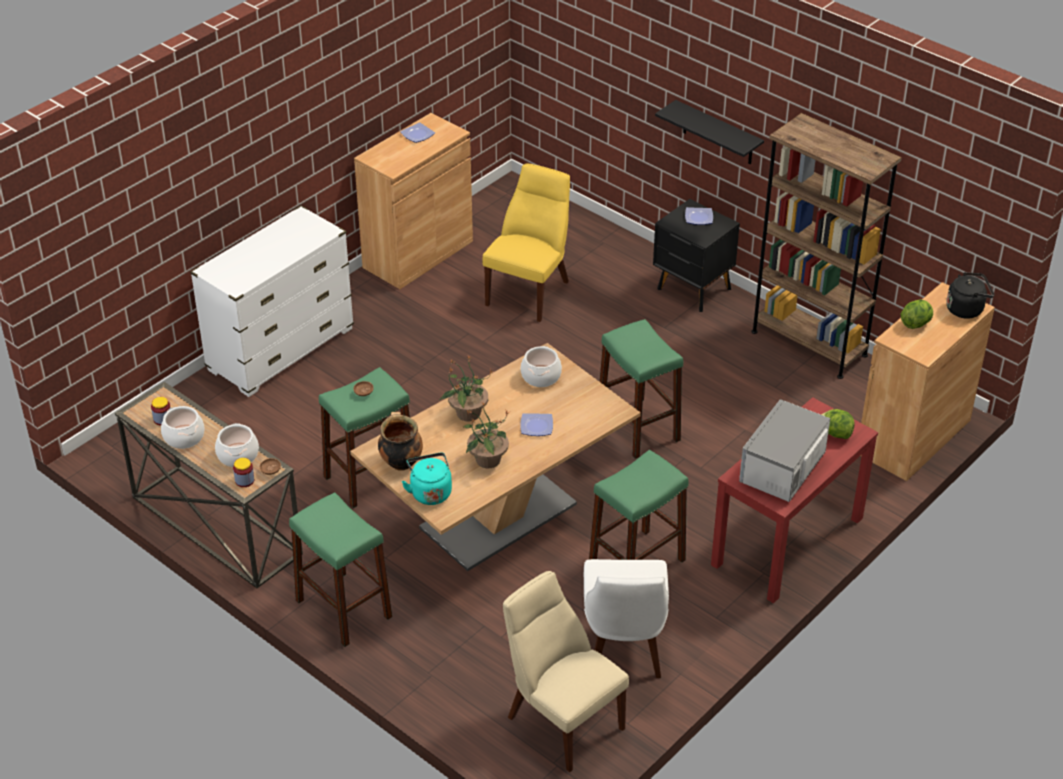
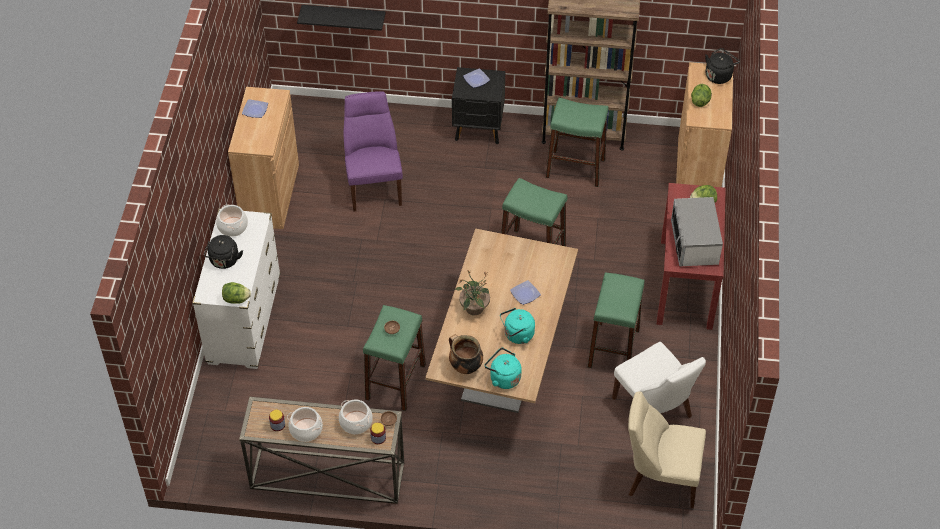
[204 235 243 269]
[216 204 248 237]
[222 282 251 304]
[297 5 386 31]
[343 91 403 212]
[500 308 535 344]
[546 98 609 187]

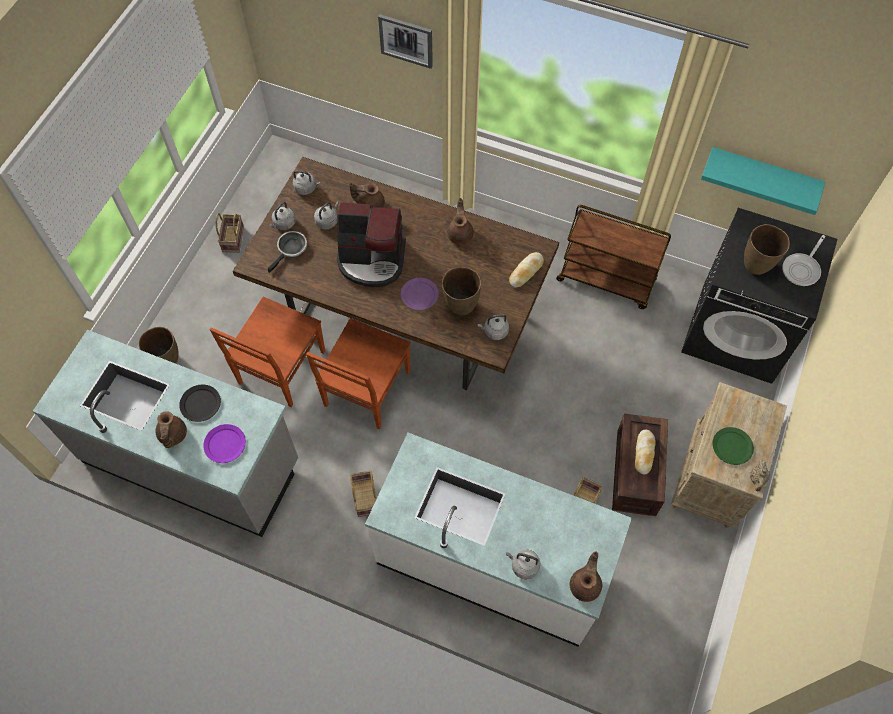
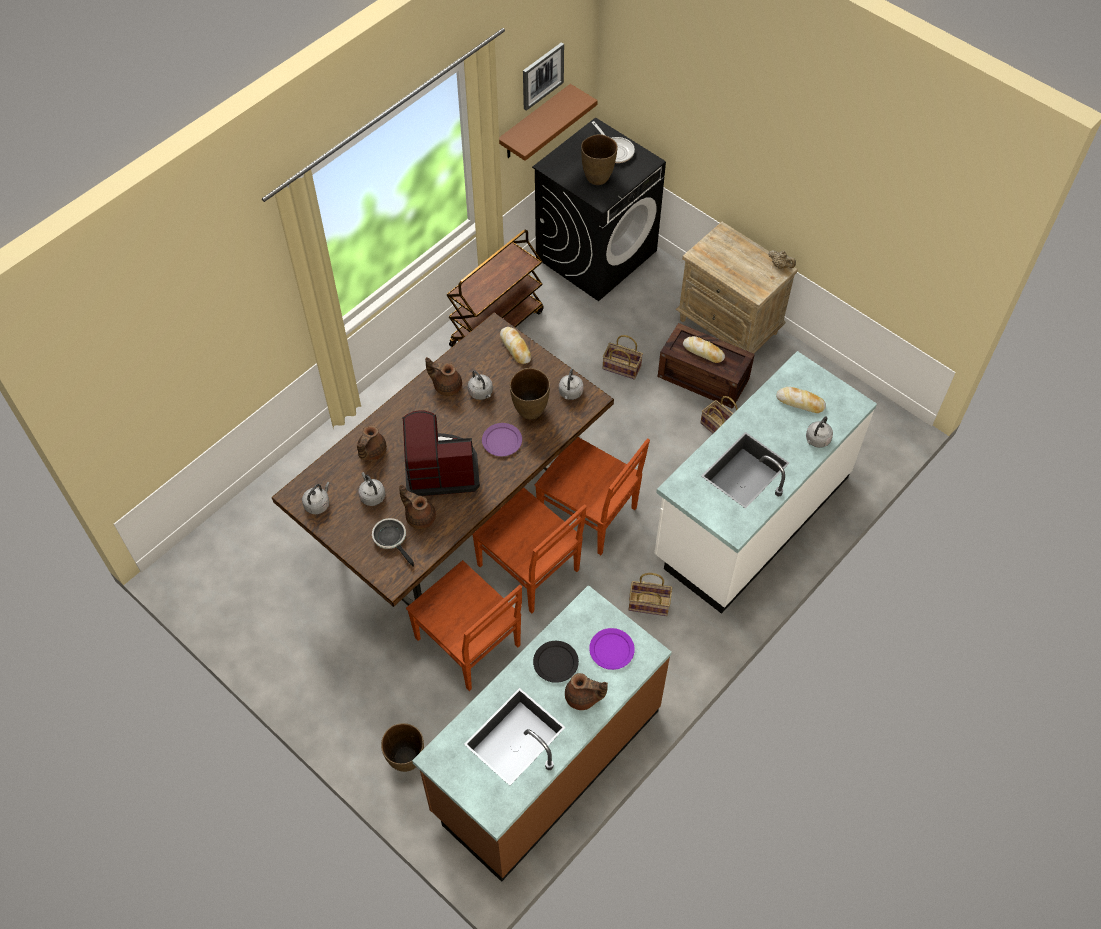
[399 485 436 529]
[402 410 480 496]
[412 585 672 882]
[468 370 493 400]
[499 84 598 161]
[523 42 564 111]
[535 437 650 555]
[603 335 643 380]
[776 387 826 413]
[713 427 754 465] (first image)

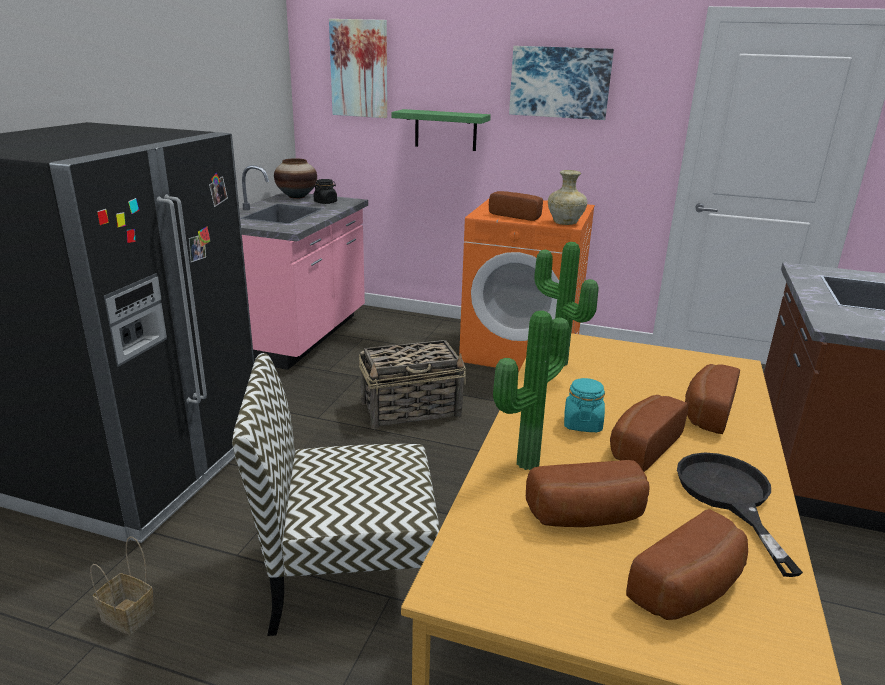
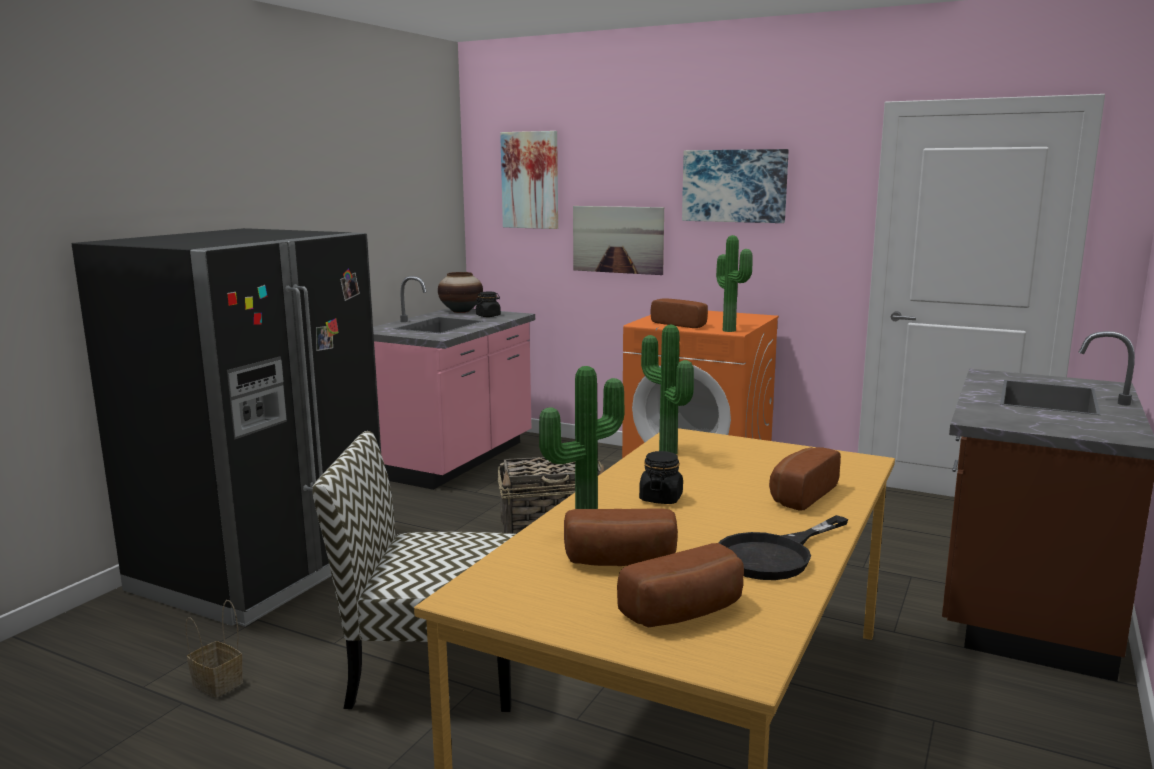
[573 206 664 275]
[639 451 683 504]
[716 235 753 332]
[719 515 849 580]
[610 395 688 472] (first image)

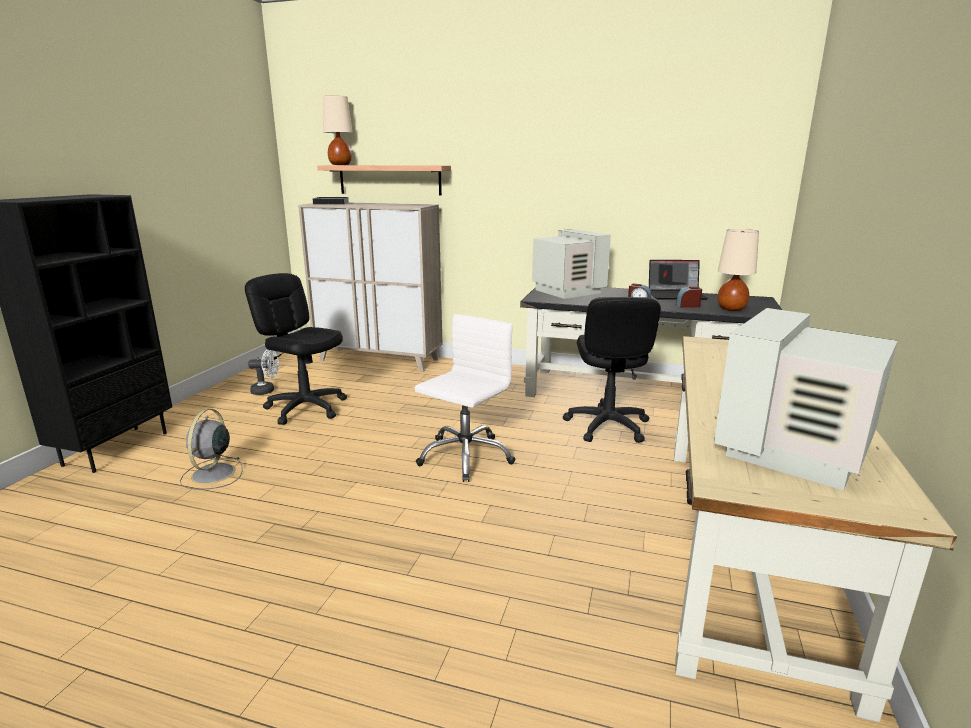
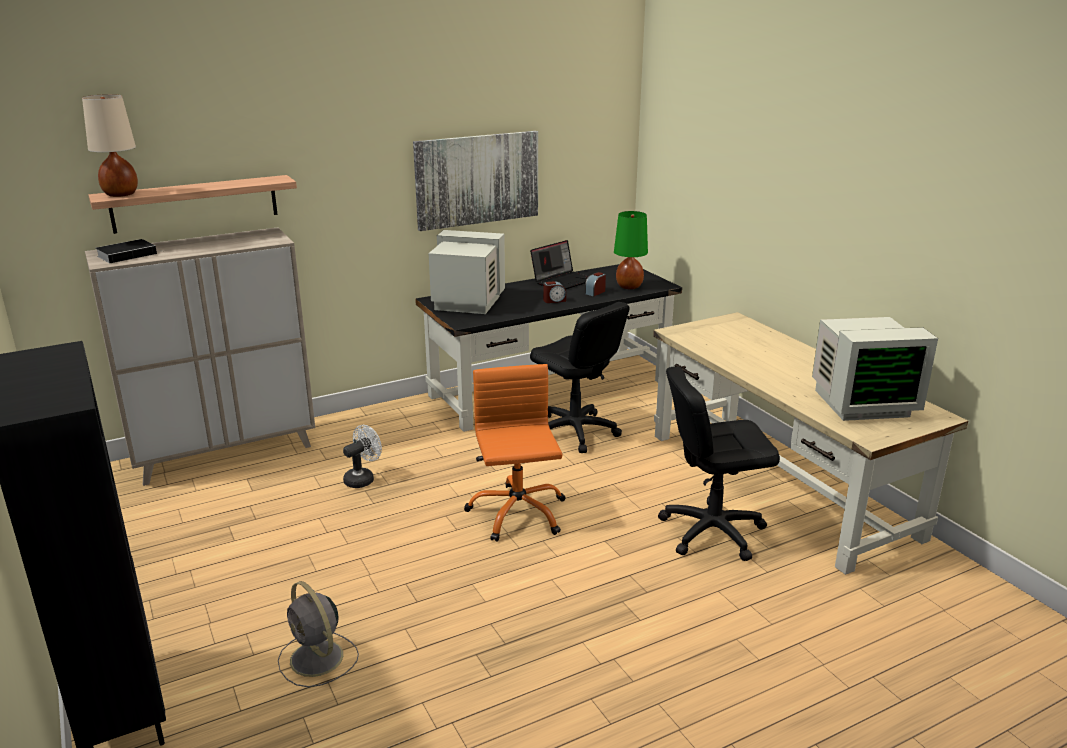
[343 425 382 488]
[413 131 538 231]
[464 364 565 542]
[614 211 648 289]
[658 367 780 561]
[812 317 938 421]

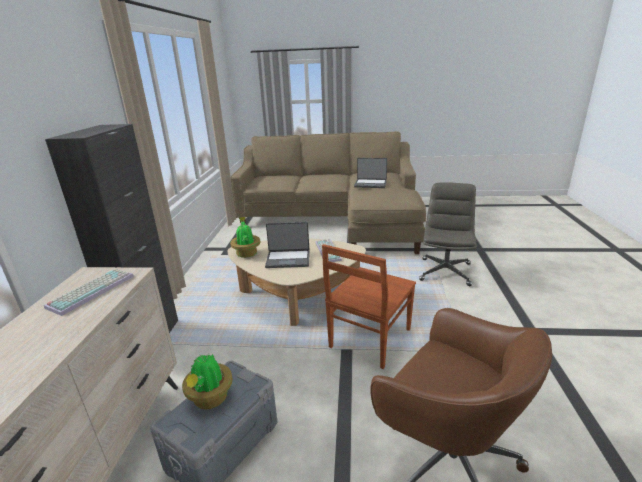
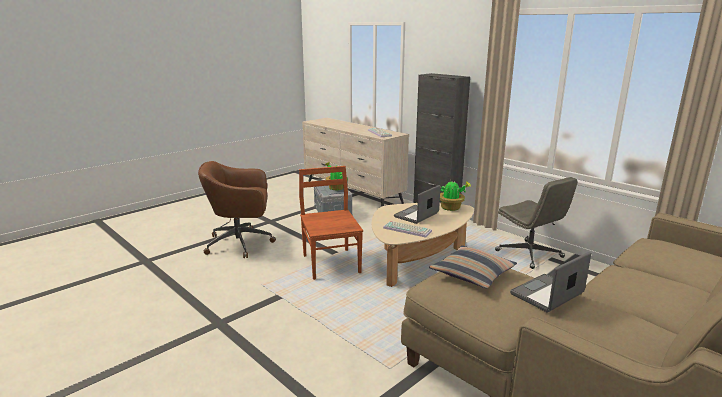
[429 246 517 288]
[495 177 577 269]

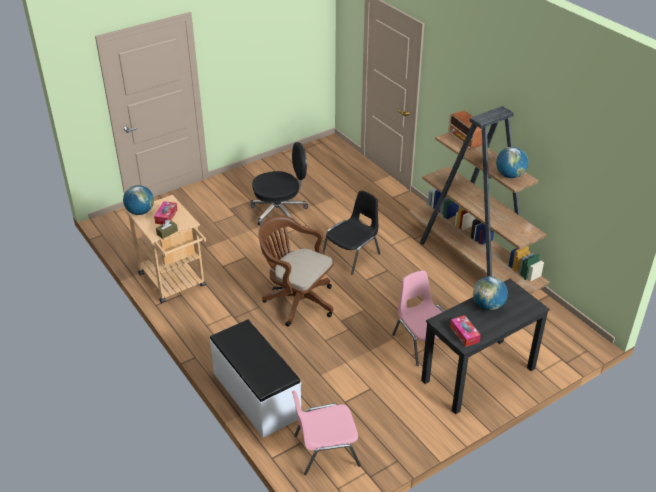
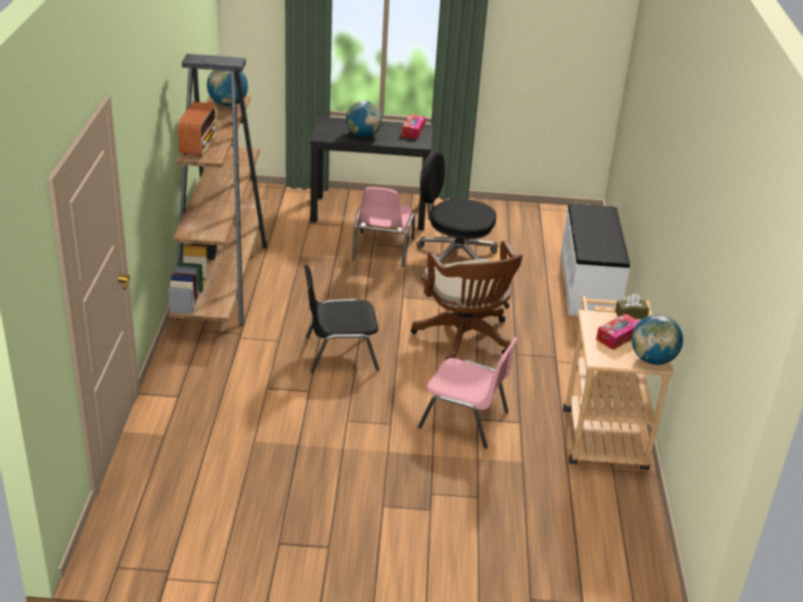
[417 152 498 266]
[418 337 518 449]

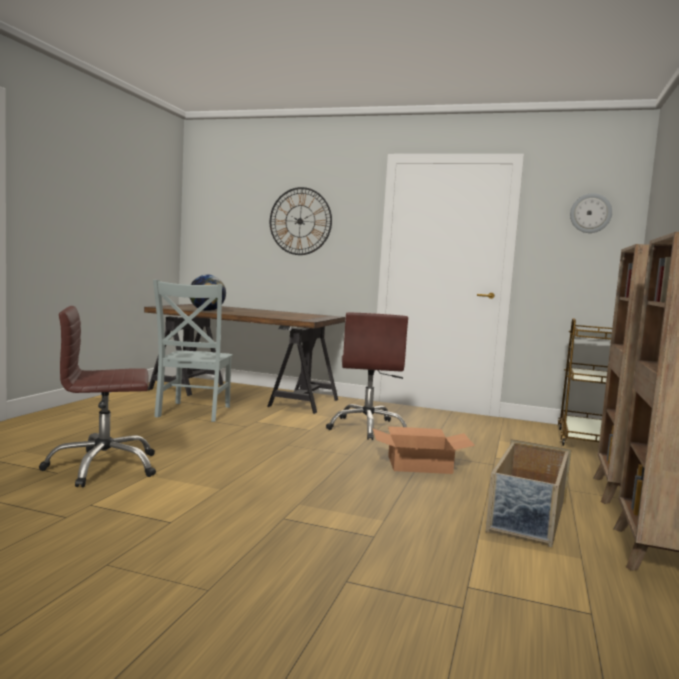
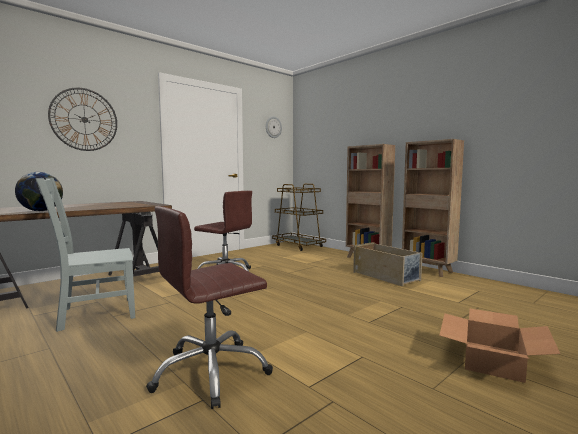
[35 178 135 332]
[146 206 273 409]
[439 309 560 383]

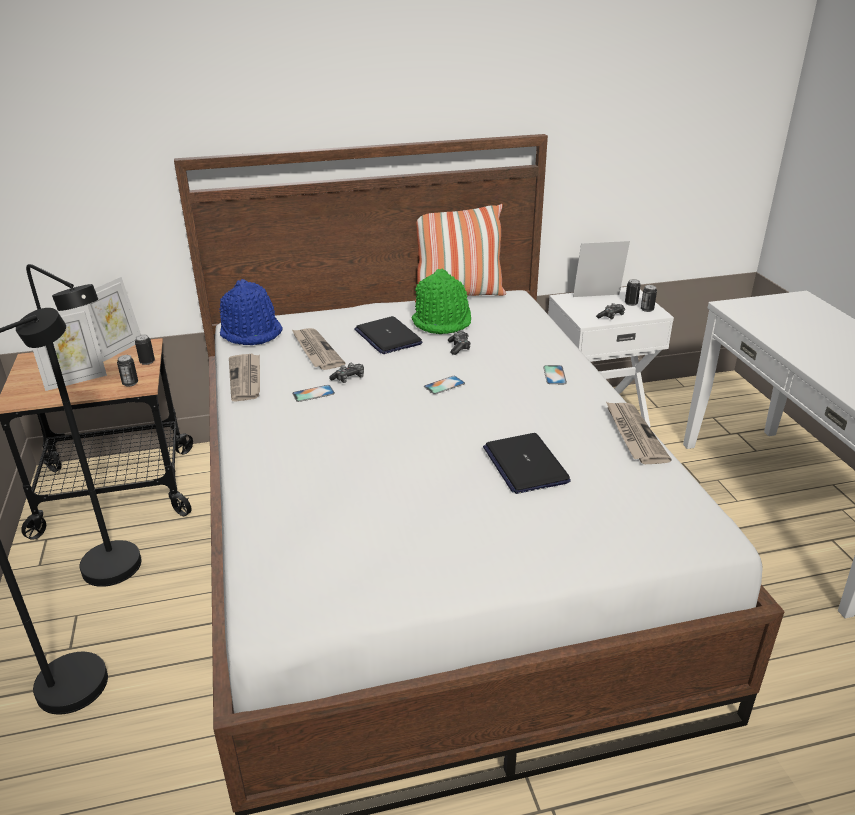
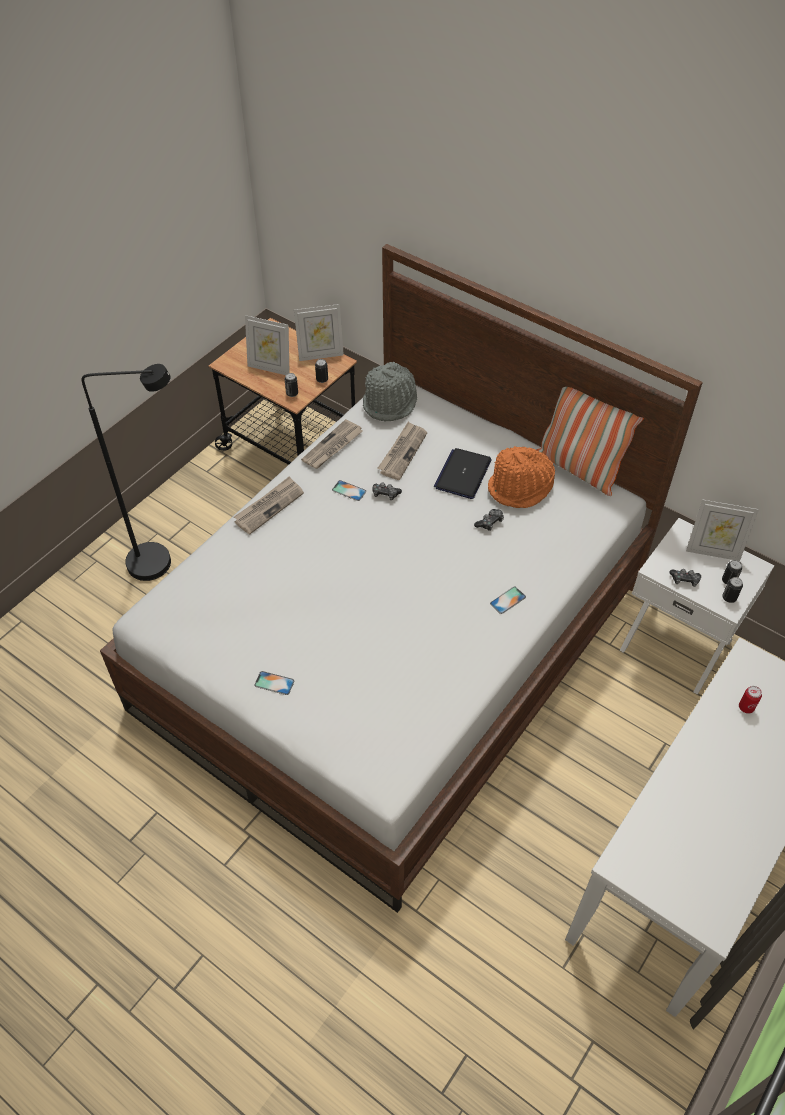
[234 476 304 535]
[254 671 295 695]
[363 362 417 422]
[488 446 555 508]
[686 499 759 561]
[739 686 762 714]
[26 264 141 587] (first image)
[483 433 571 494] (first image)

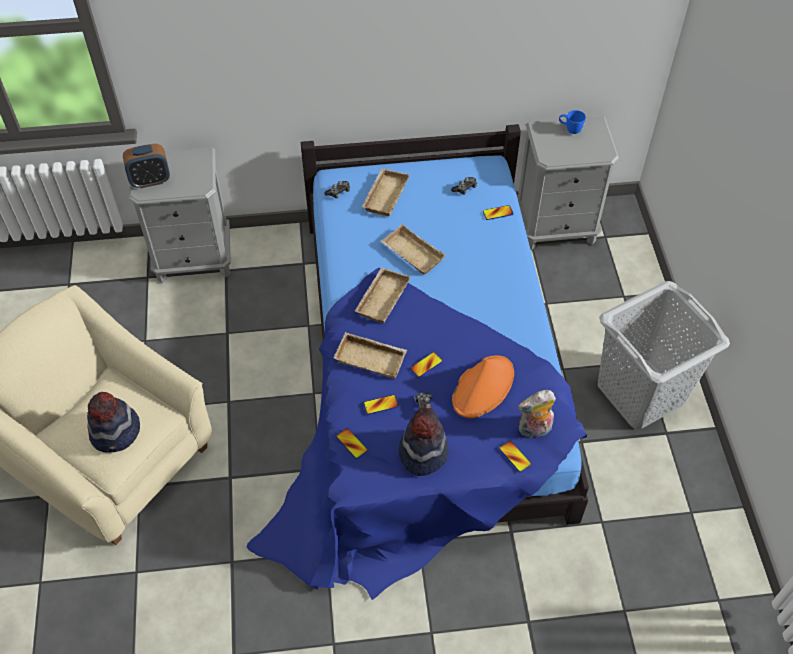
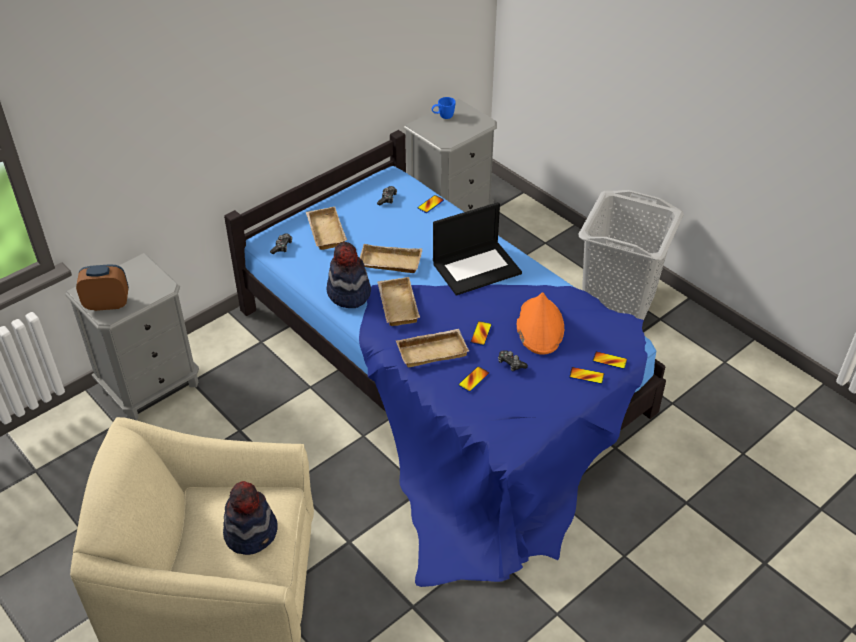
[76 264 129 311]
[327 242 371 308]
[433 202 522 295]
[569 367 604 384]
[518 390 556 438] (first image)

